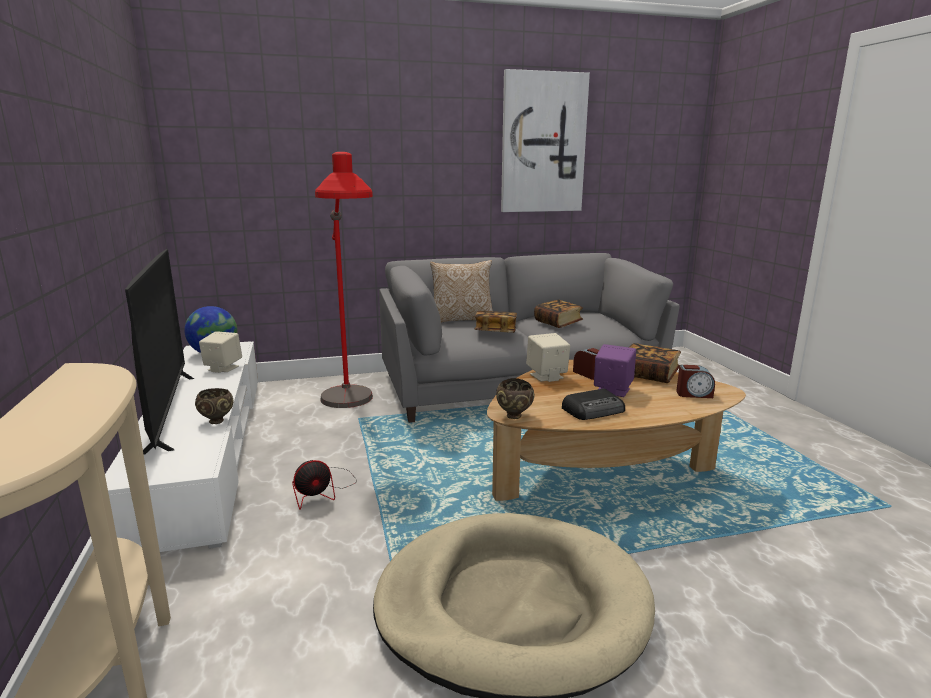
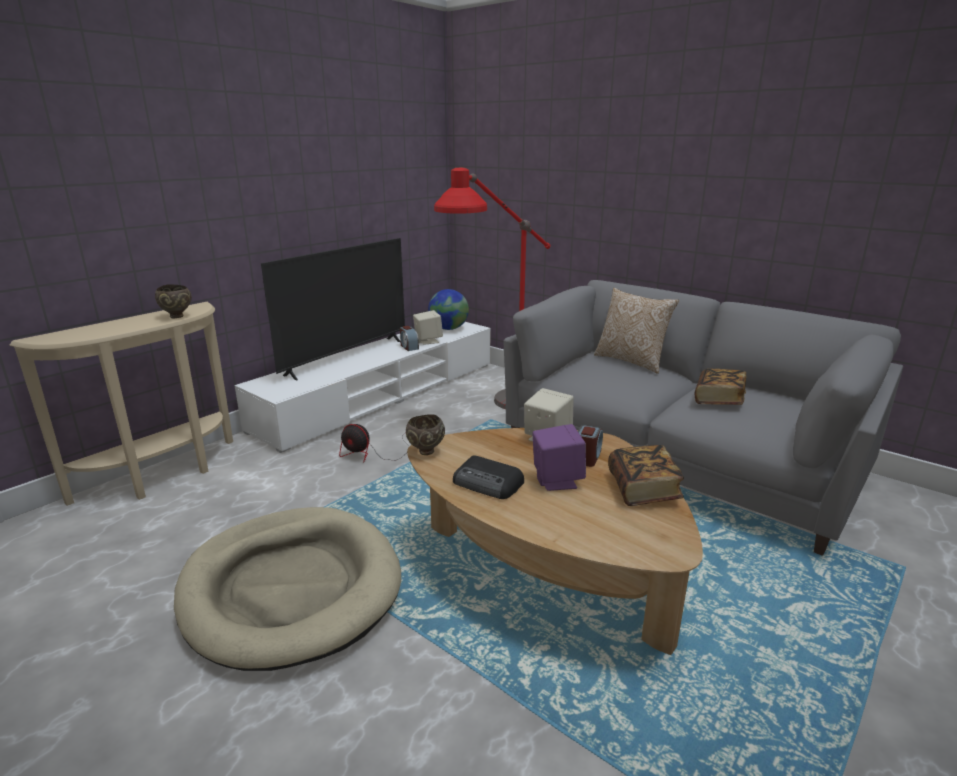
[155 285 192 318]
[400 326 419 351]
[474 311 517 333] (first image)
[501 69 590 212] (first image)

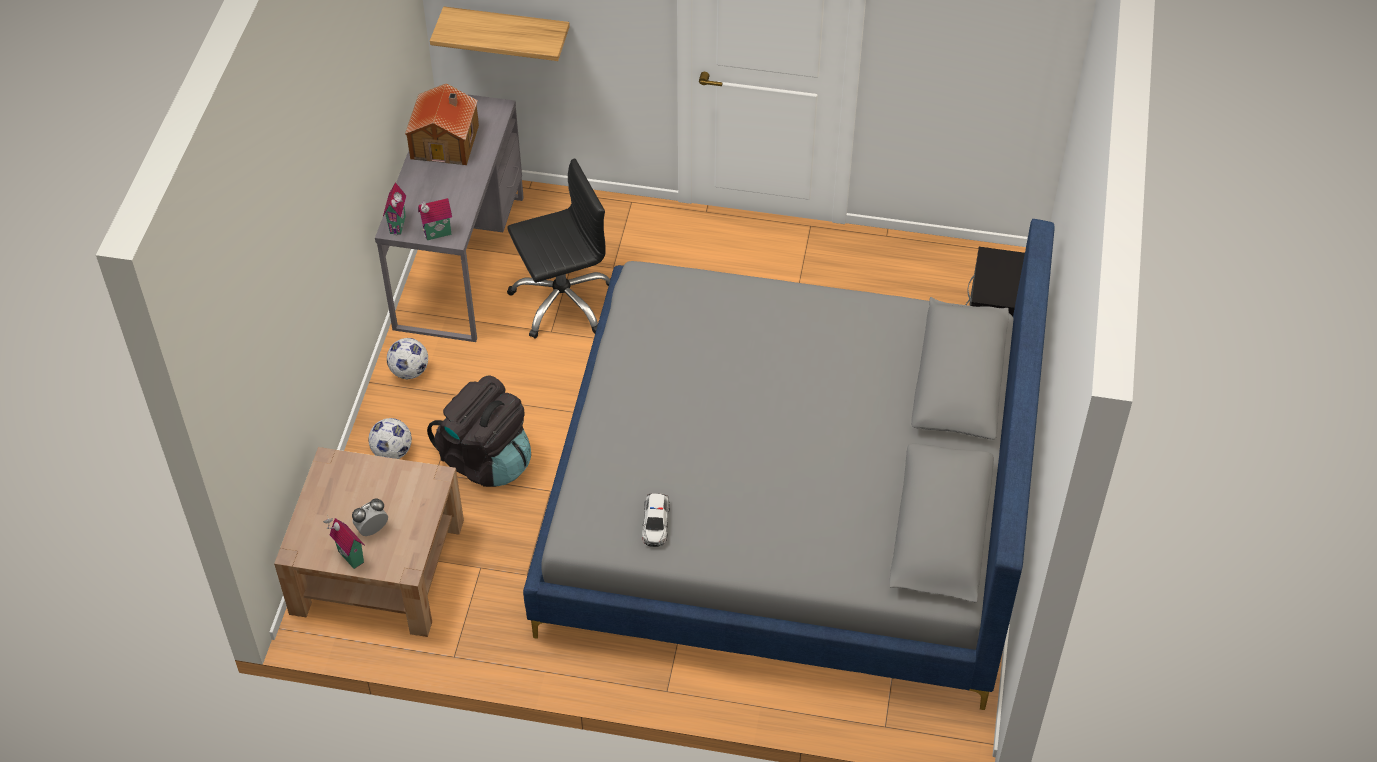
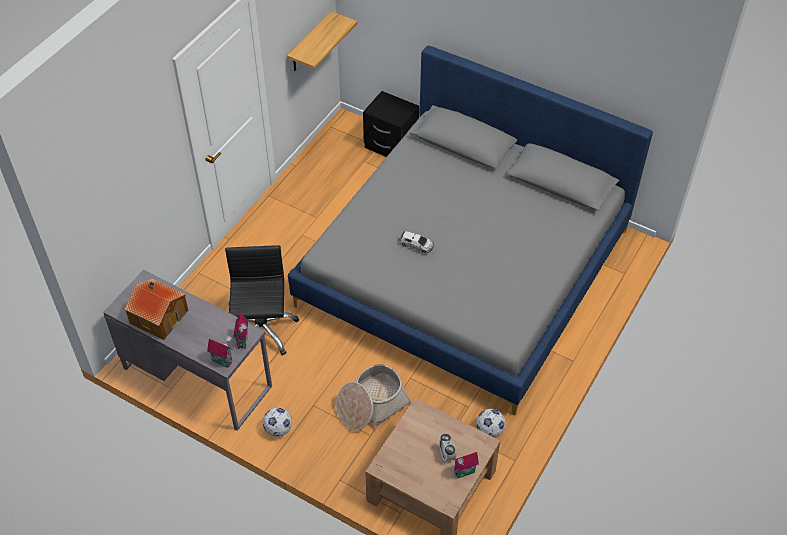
[286 11 357 71]
[336 364 412 431]
[399 231 434 253]
[476 409 506 437]

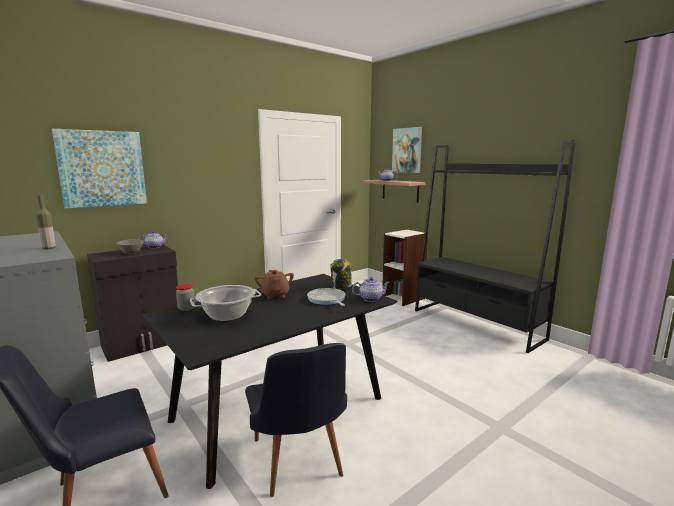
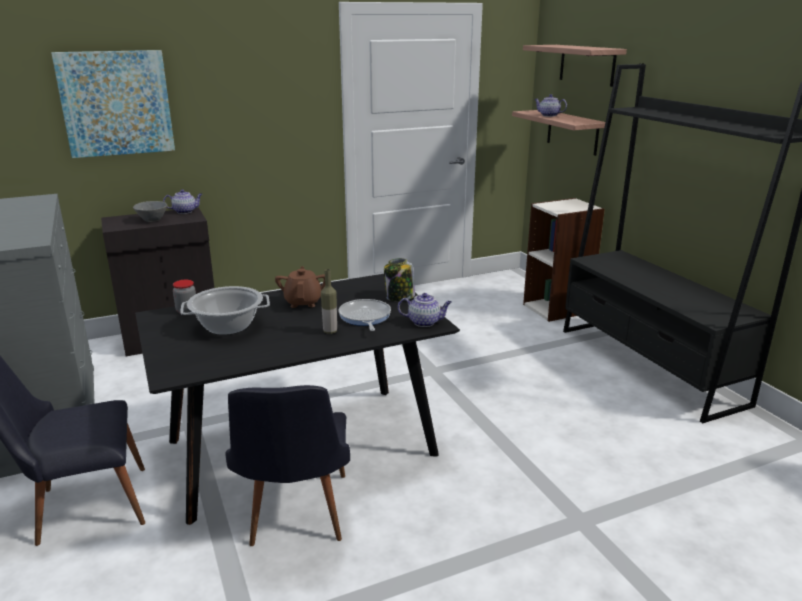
[321 269 337 334]
[523 45 627 87]

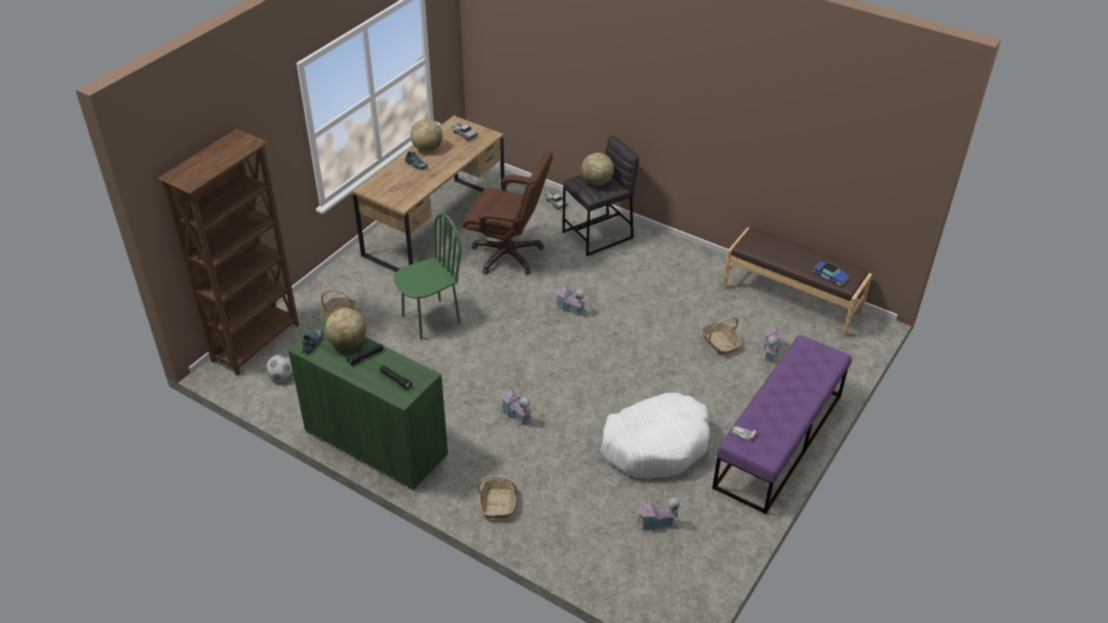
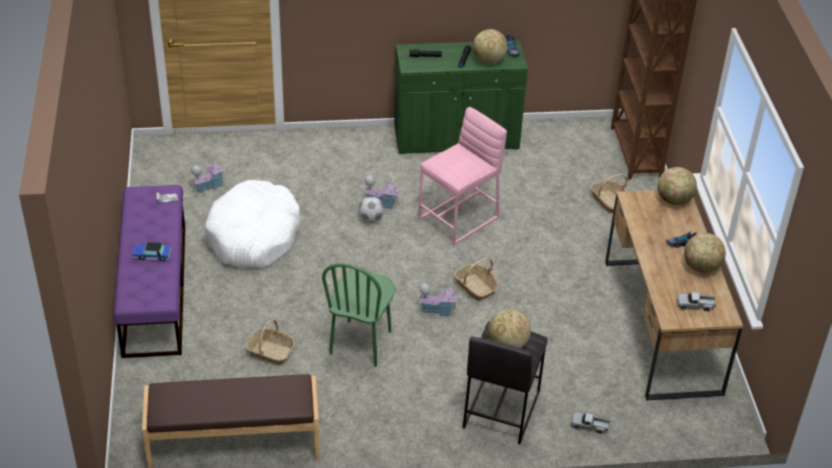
[132 242 172 262]
[322 263 395 367]
[358 196 384 222]
[418 107 507 245]
[454 258 498 301]
[658 167 697 205]
[462 152 553 275] (first image)
[763 323 783 363] (first image)

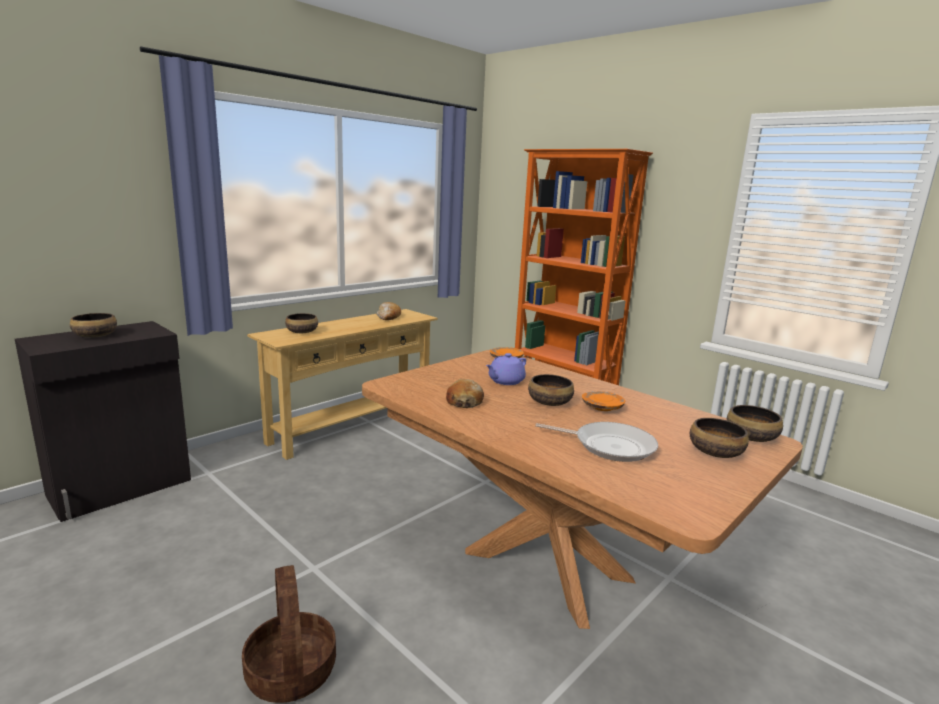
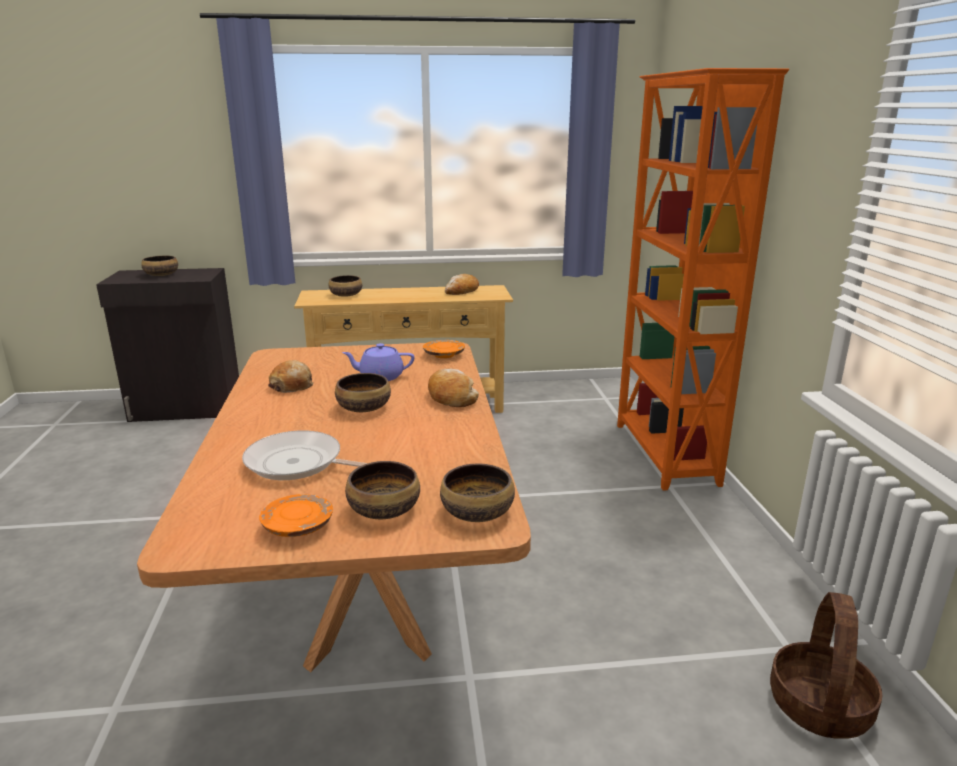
[242 430 367 480]
[259 494 333 537]
[428 369 479 407]
[770 592 883 739]

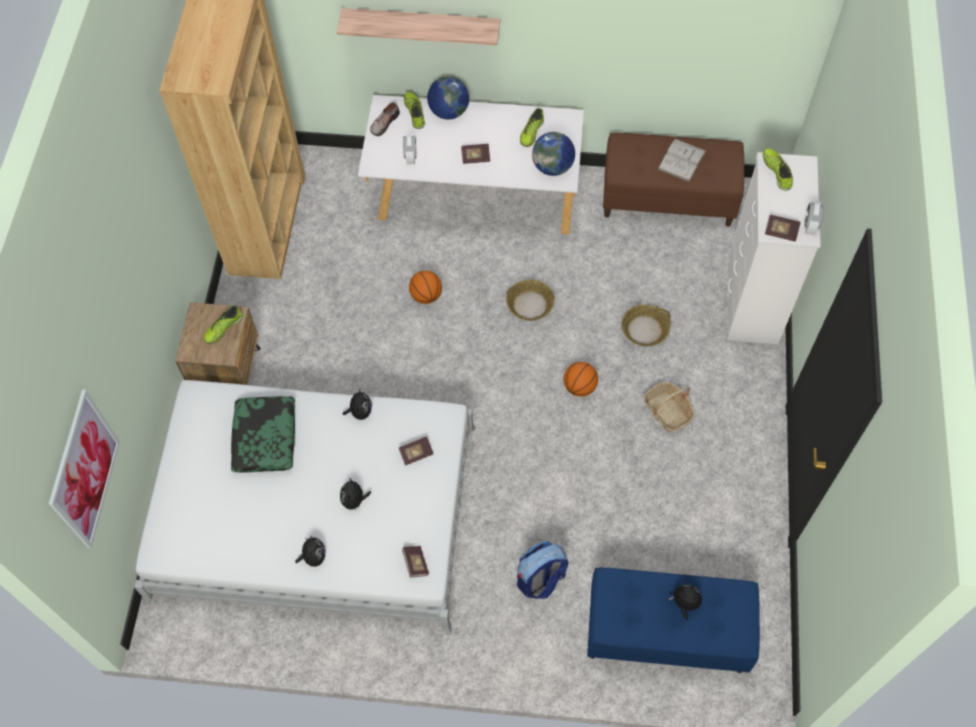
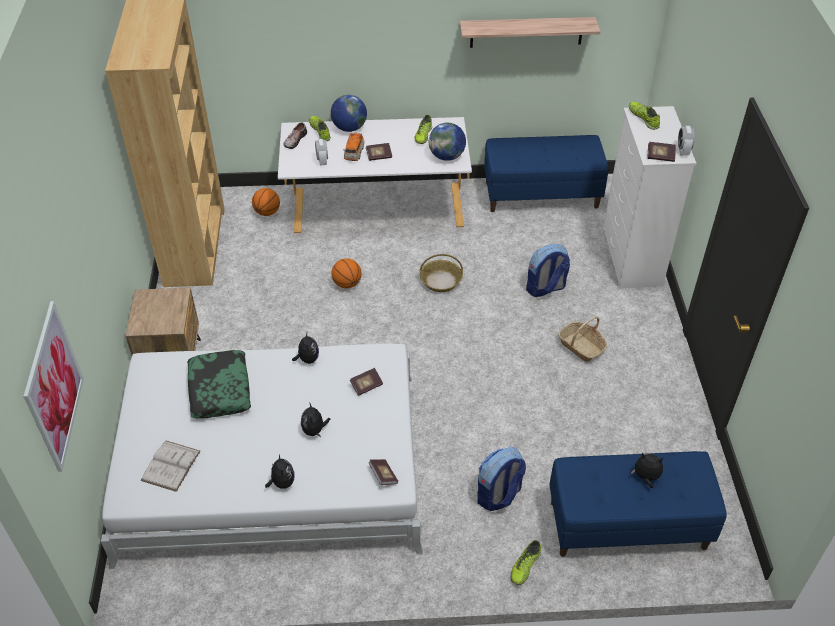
[140 441 201 492]
[252 188 280 216]
[344 132 365 161]
[460 17 600 48]
[484 135 608 212]
[511 540 541 585]
[526 244 570 297]

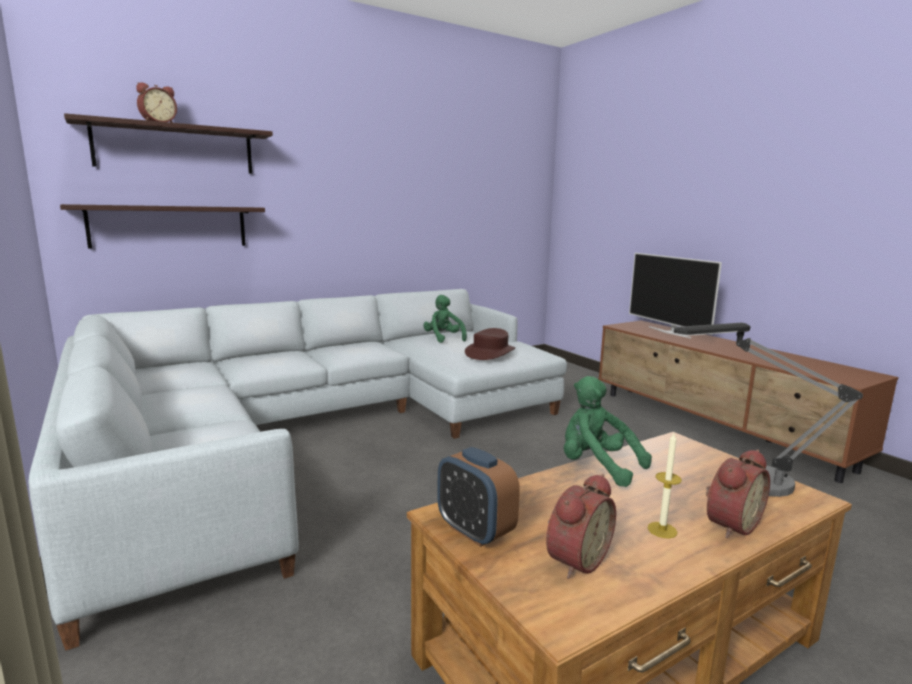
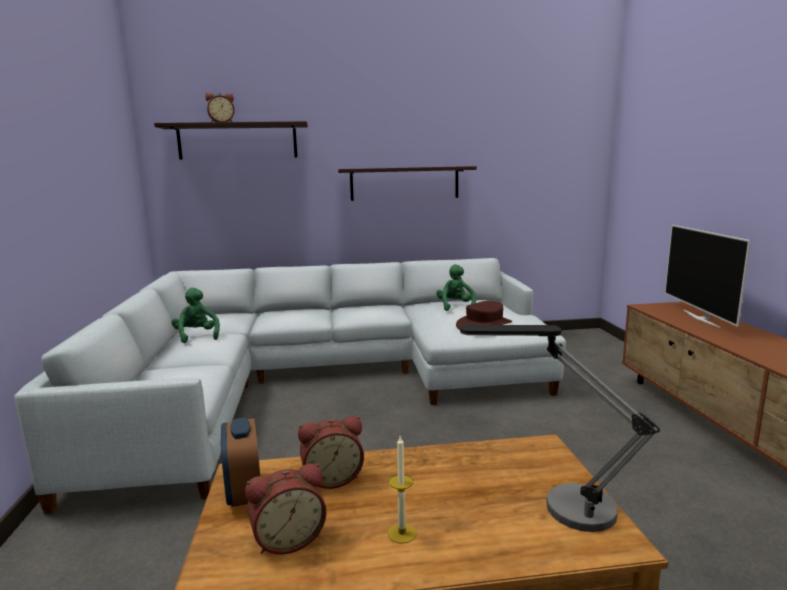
[172 287 220 343]
[298 416 364 489]
[338 166 477 201]

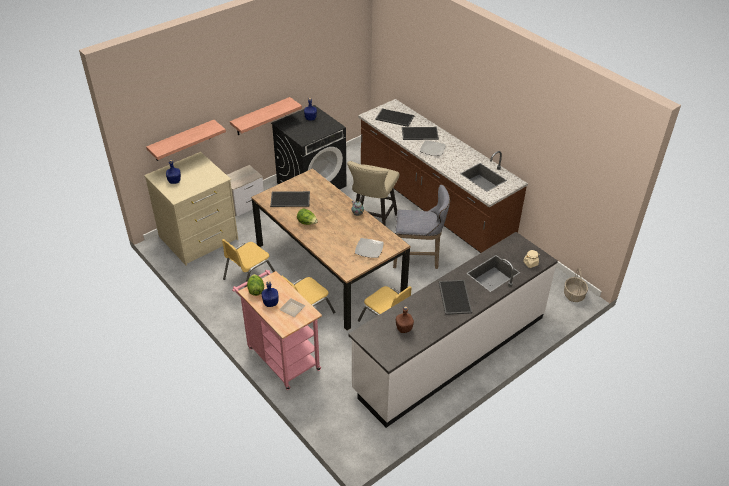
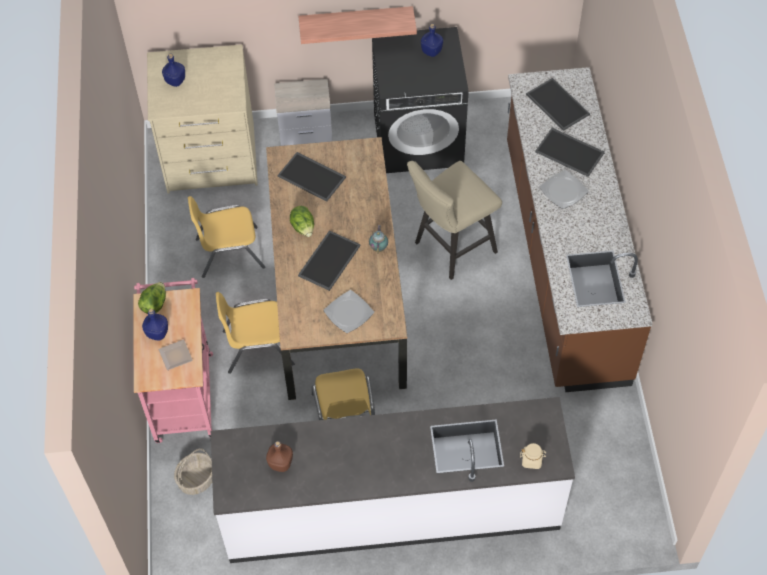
[174 448 212 495]
[298 230 361 291]
[146 120 226 161] (first image)
[393 185 450 269] (first image)

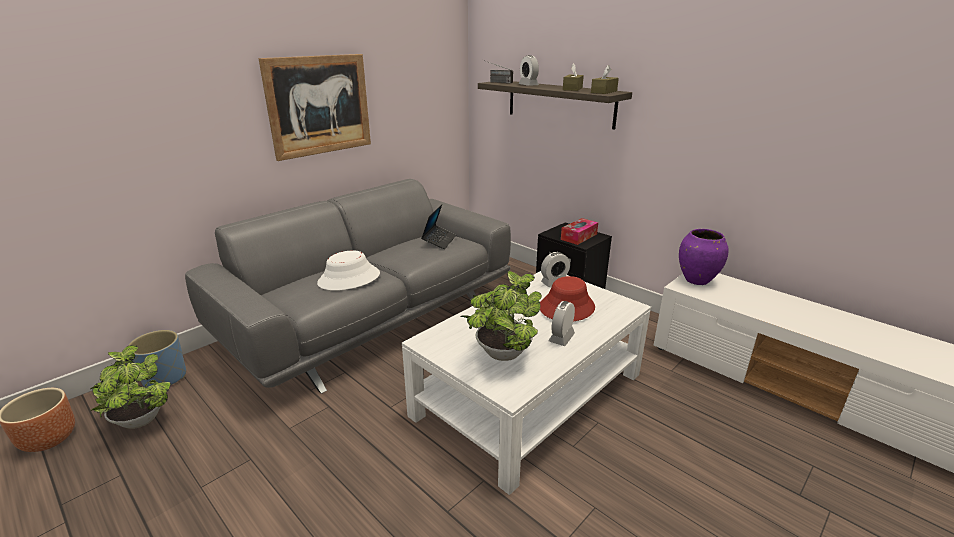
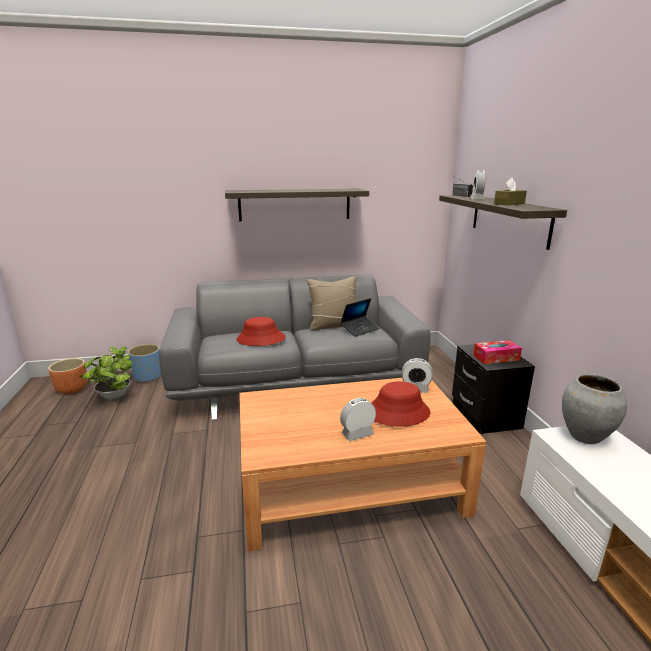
[225 189 369 221]
[236 317 286 346]
[239 378 486 551]
[306 276 357 331]
[562 374 627 444]
[460 271 542 361] (first image)
[591 65 619 94] (first image)

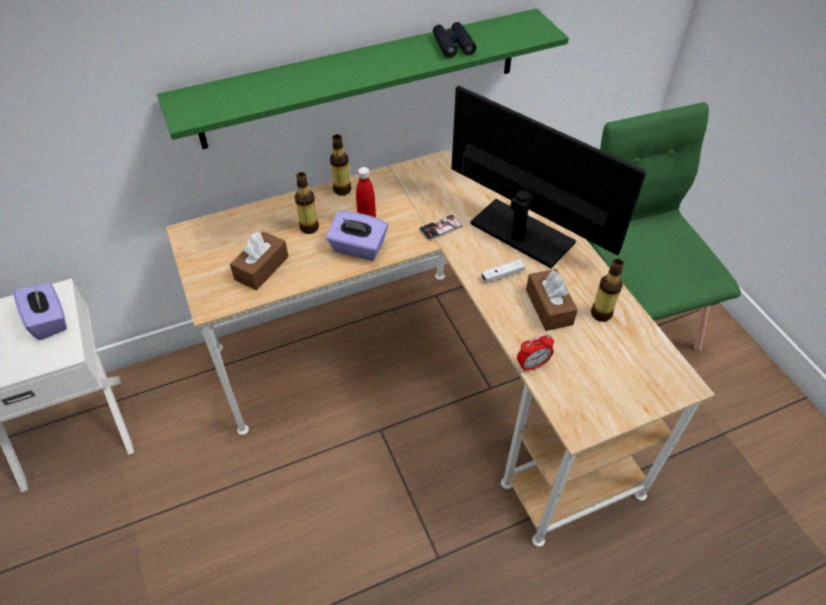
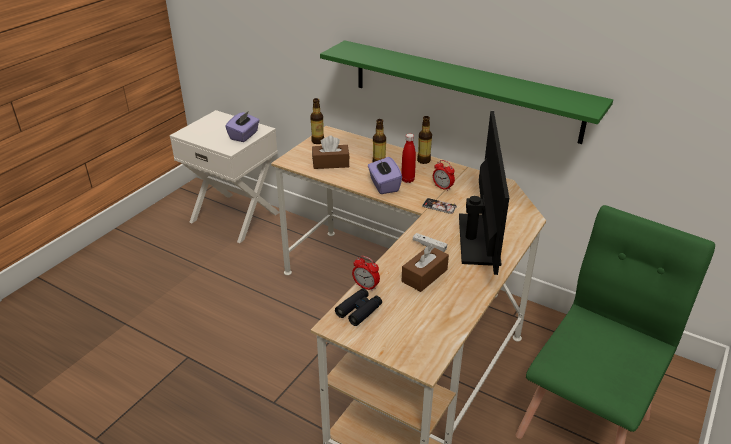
[310 98 324 144]
[335 288 382 326]
[433 160 455 191]

